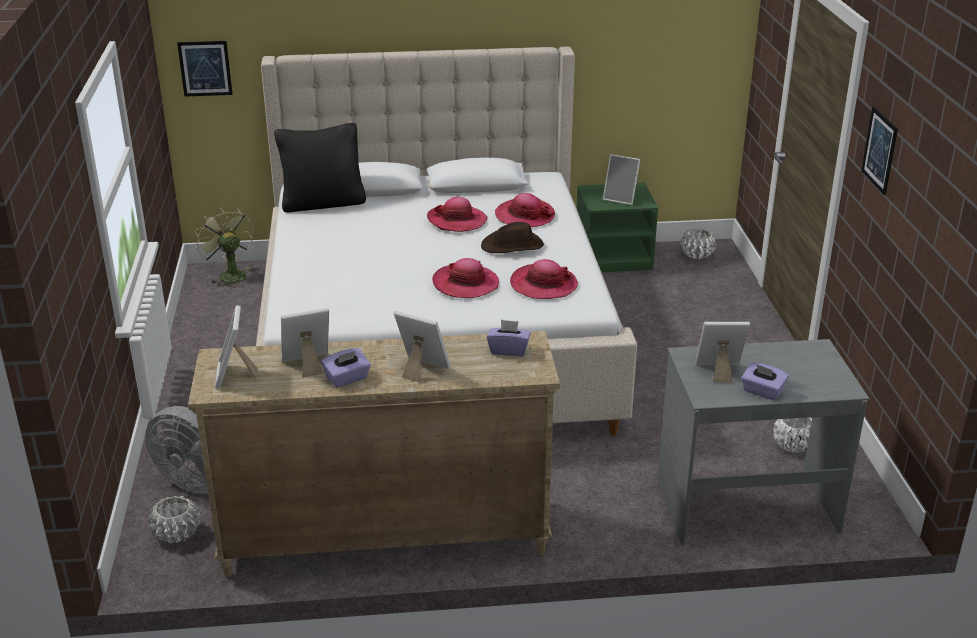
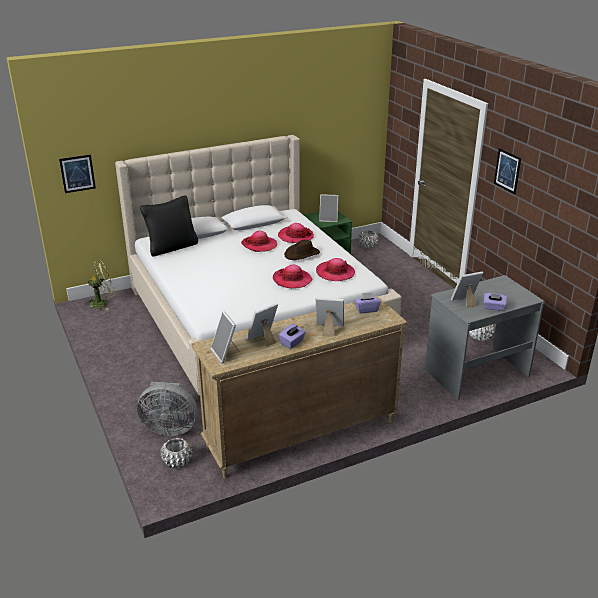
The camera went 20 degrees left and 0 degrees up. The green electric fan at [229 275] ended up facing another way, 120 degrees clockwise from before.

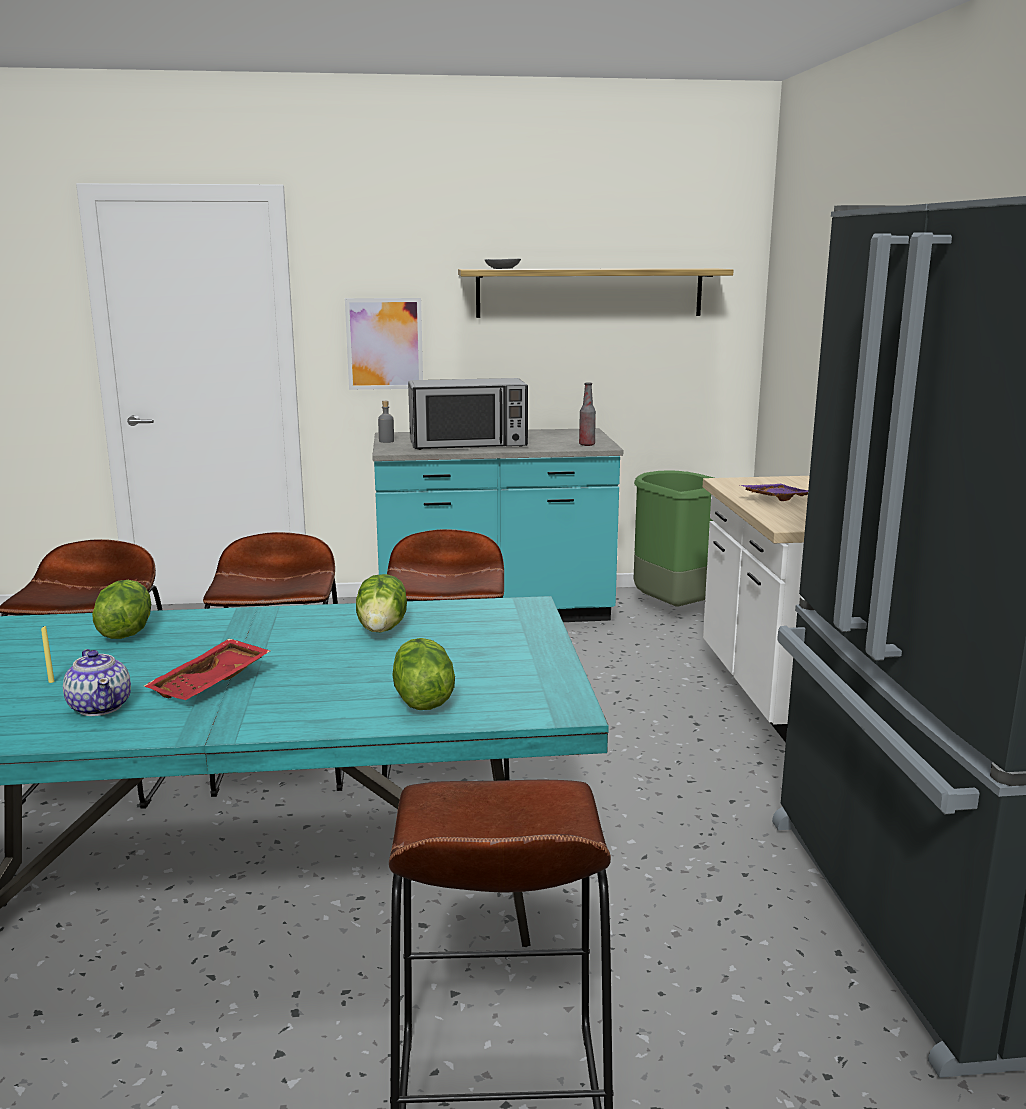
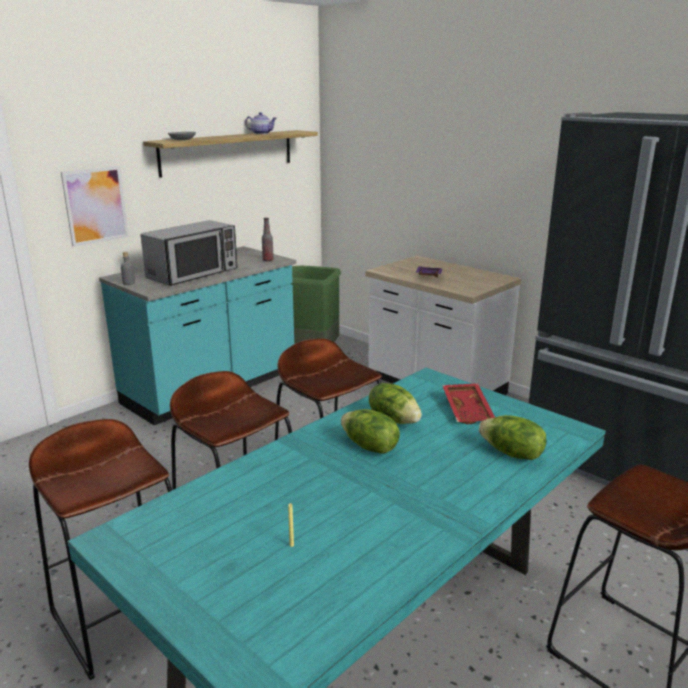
The camera went 40 degrees left and 5 degrees up. The lettuce ended up elsewhere, having gone from [125 632] to [369 447]. The red carrying tray ended up elsewhere, having gone from [211 684] to [468 410]. The tea pot ended up elsewhere, having gone from [100 706] to [261 133].

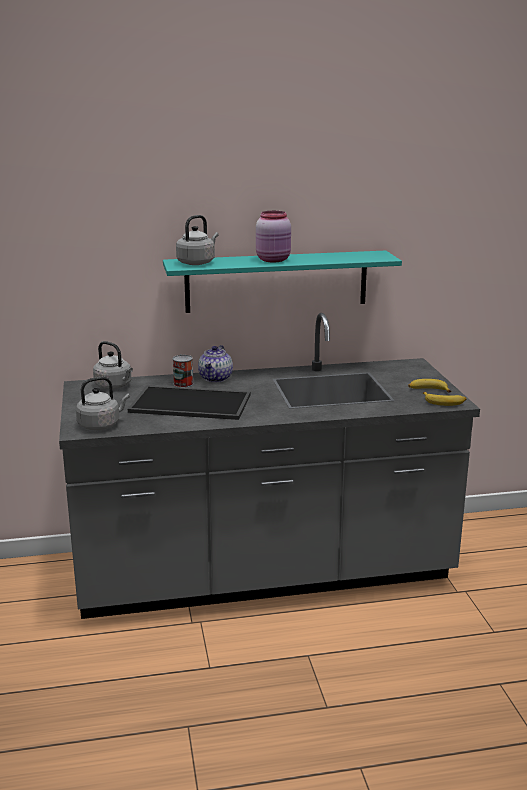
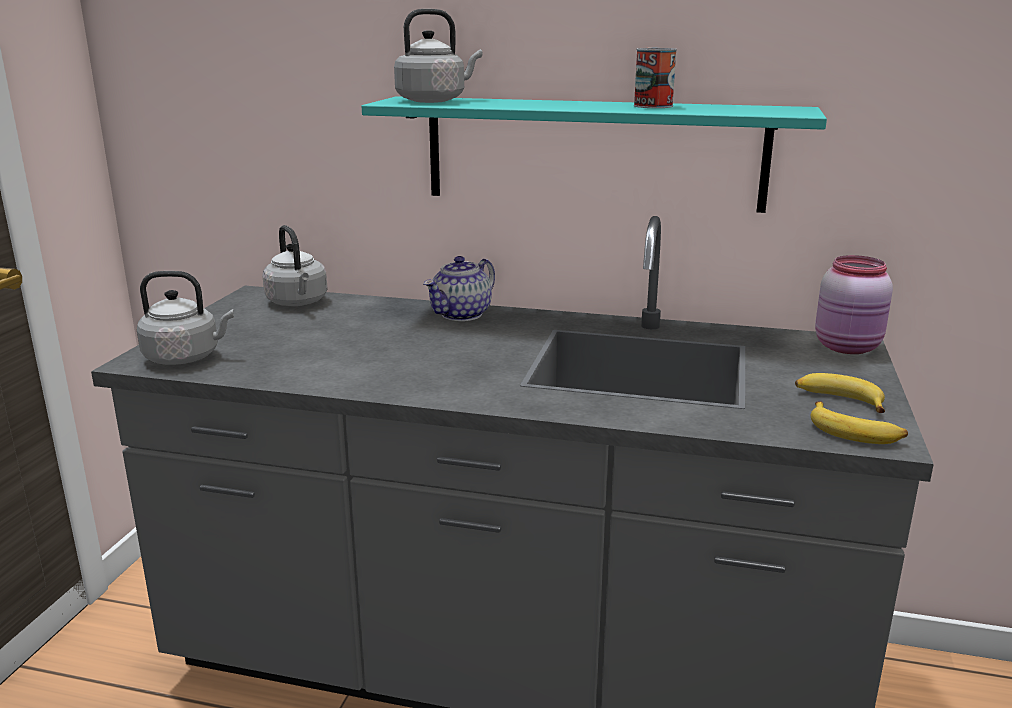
The camera went 25 degrees right and 0 degrees up. The pinkish jar ended up elsewhere, having gone from [274 260] to [849 347]. The can ended up elsewhere, having gone from [183 384] to [653 106]. The second view lost the carrying tray at [192 403].

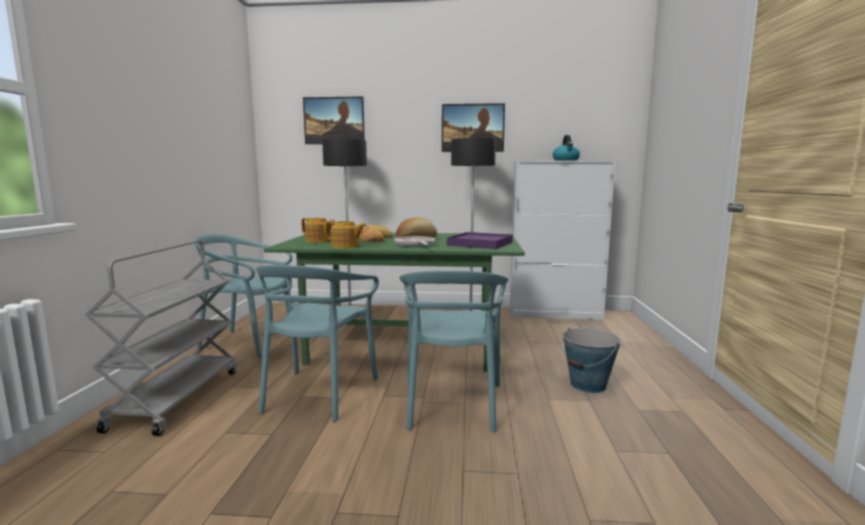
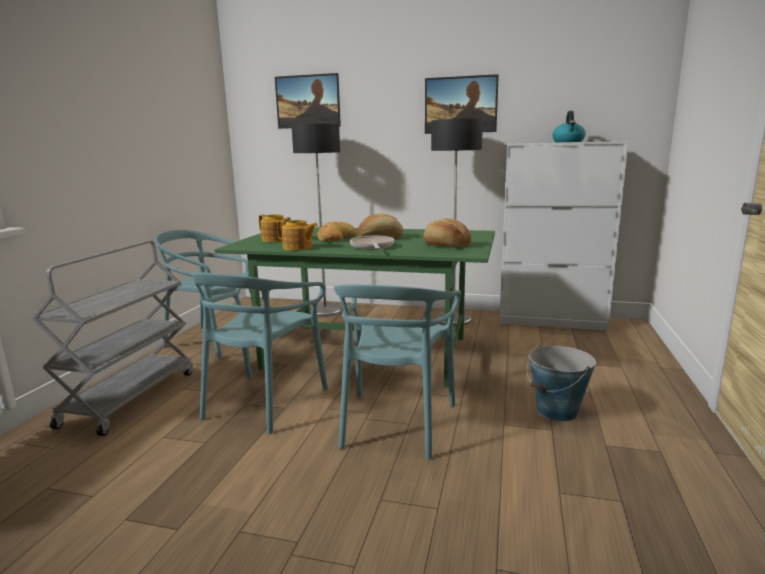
The camera went 10 degrees right and 5 degrees up. Where the purple carrying tray stood at [480 244], the baked bread came to stand at [446 245].

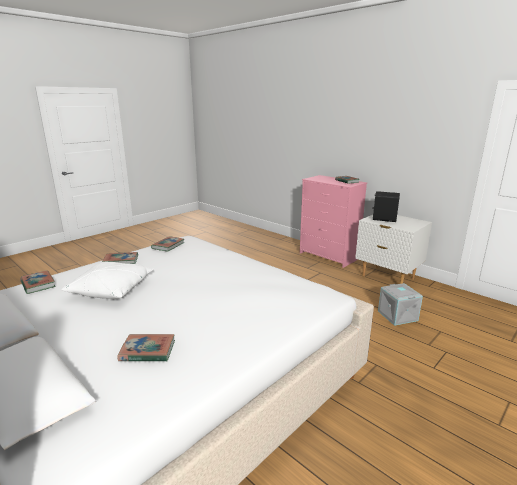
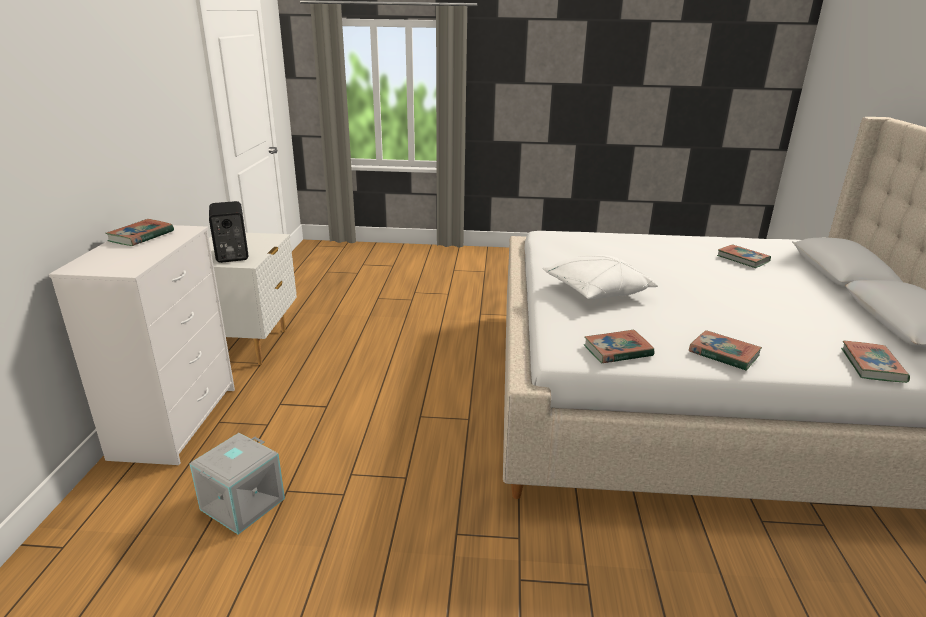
The camera went 130 degrees left and 5 degrees up. What was the pinkish drawer chest at [329 256] turned into the white drawer chest at [176 421]. The white cushion ended up elsewhere, having gone from [112 289] to [596 291]. The gray storage container ended up elsewhere, having gone from [396 316] to [243 505].

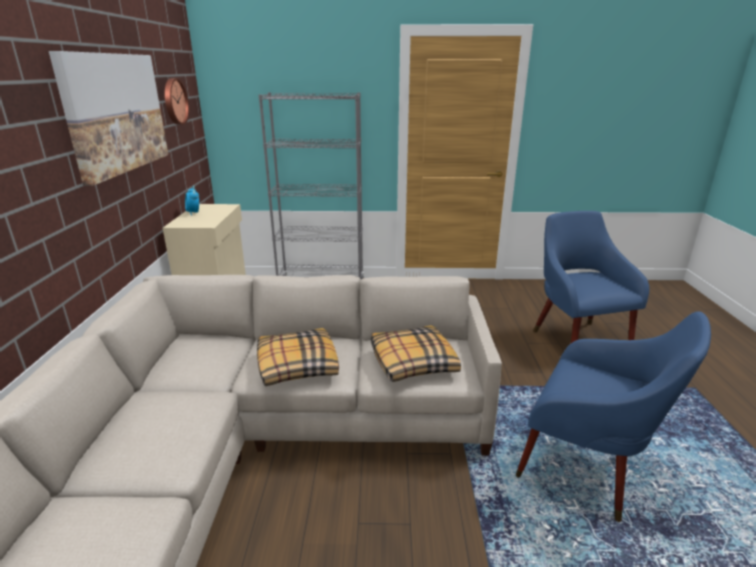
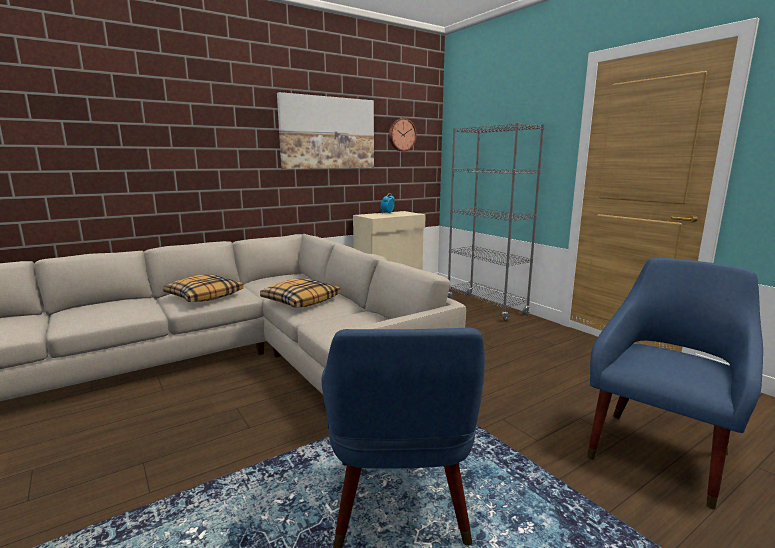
The camera went 55 degrees right and 10 degrees down. The cushion ended up elsewhere, having gone from [412 362] to [204 296].

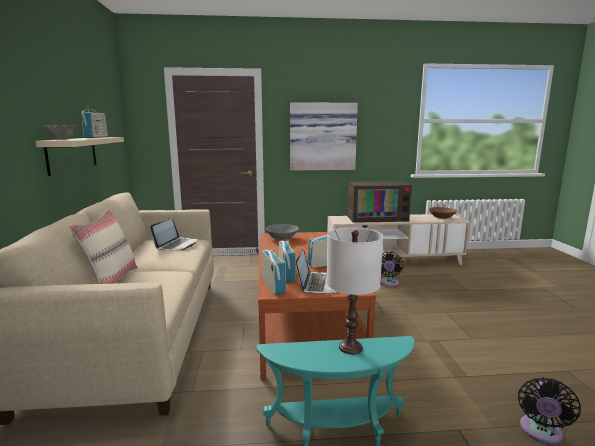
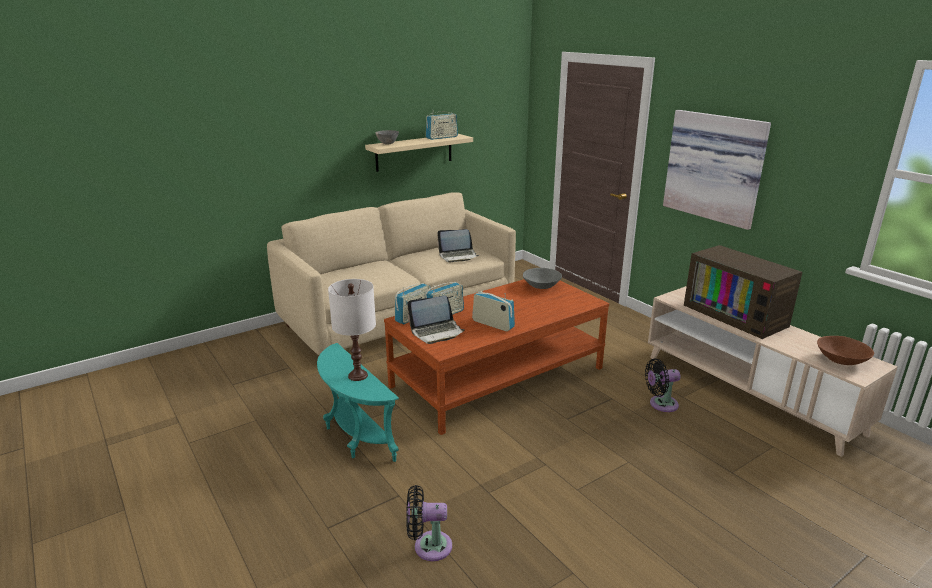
The camera went 60 degrees right and 10 degrees up. The second view lost the sand-coloured cushion at [111 280].

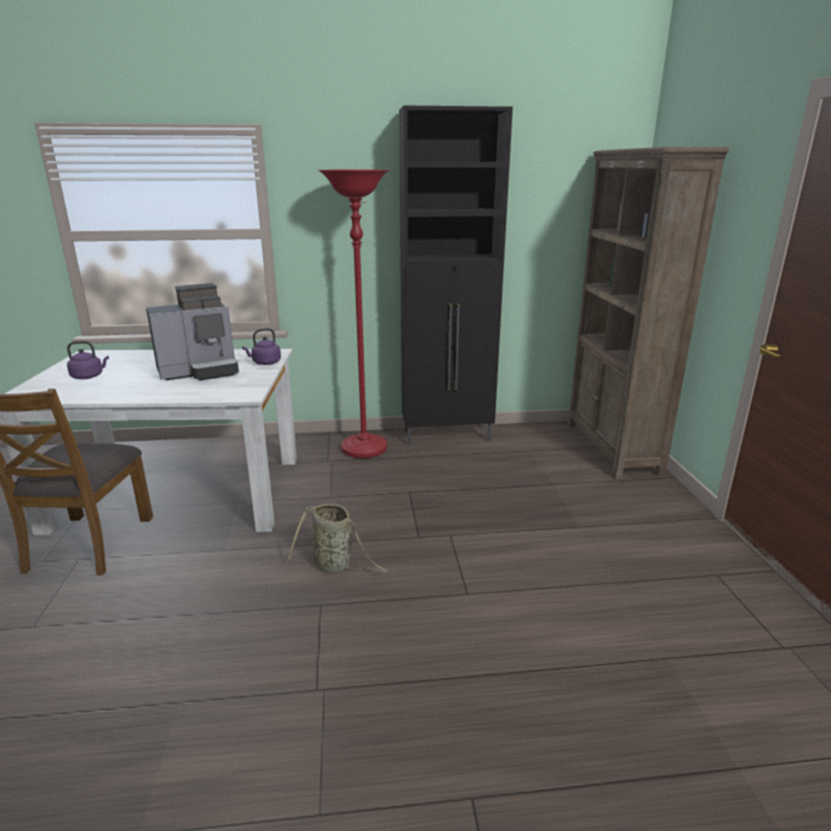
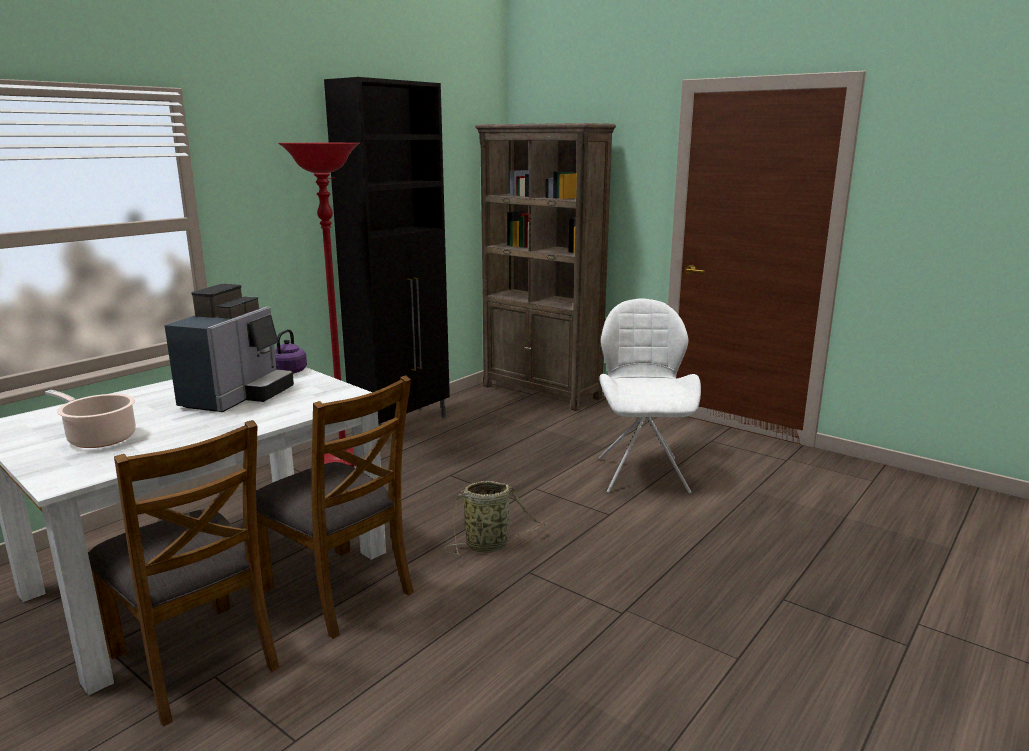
The camera went 45 degrees left and 5 degrees down. Where the purple tea kettle stood at [89 376], the saucepot came to stand at [99 438]. The second view gained the white chair at [642 473]. The second view gained the brownish chair at [338 590].

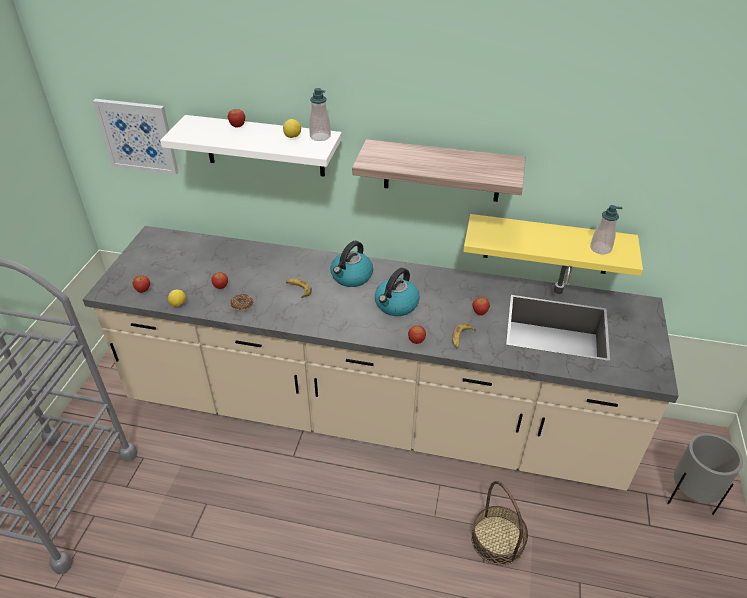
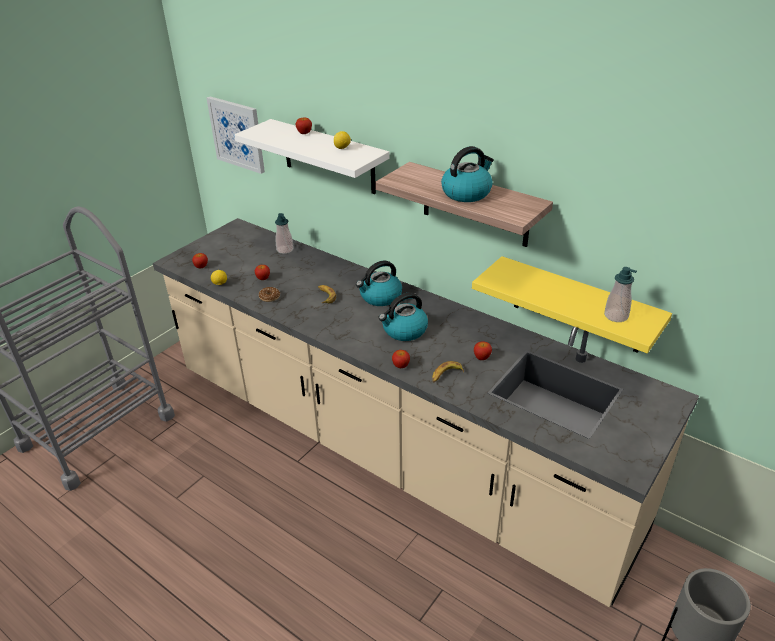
The camera went 25 degrees right and 5 degrees down. The soap bottle ended up elsewhere, having gone from [320 136] to [285 250]. The second view lost the basket at [498 539]. The second view gained the tea kettle at [466 193].

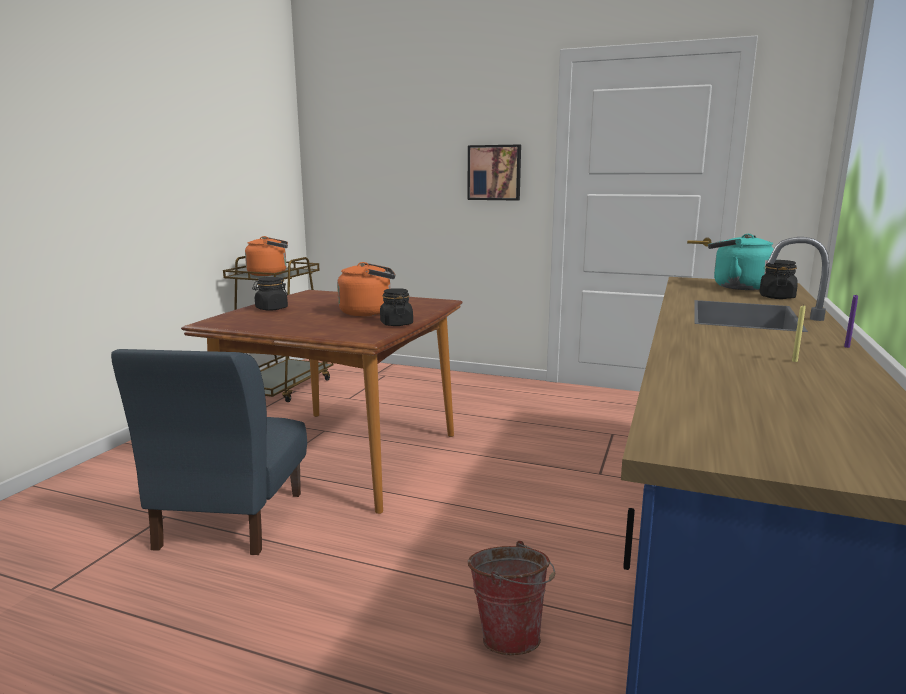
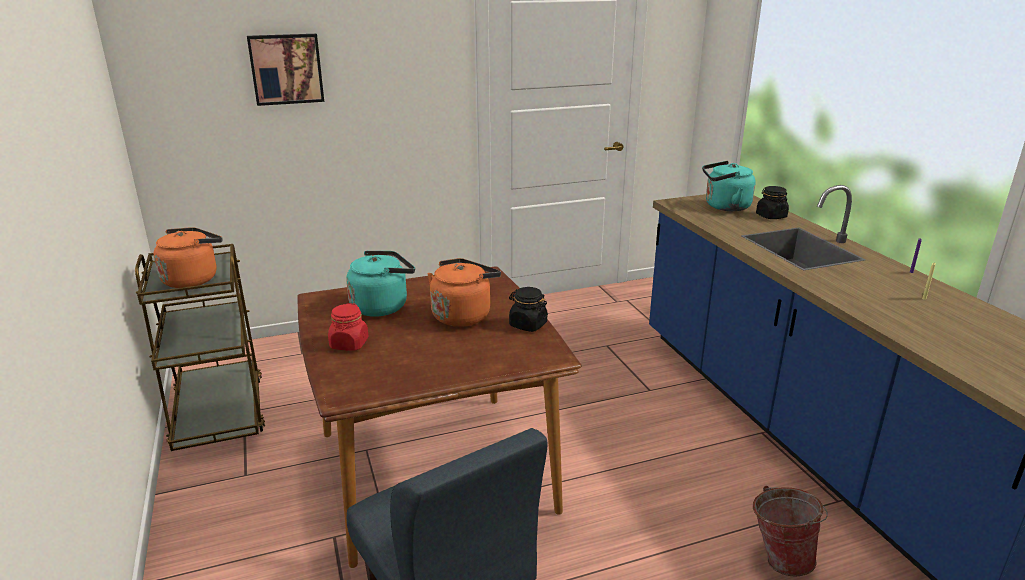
The camera went 40 degrees left and 10 degrees up. The picture ended up elsewhere, having gone from [494 172] to [286 69]. What was the blackish jar at [271 309] turned into the red jar at [349 344]. The second view gained the turquoise tea kettle at [382 306].

